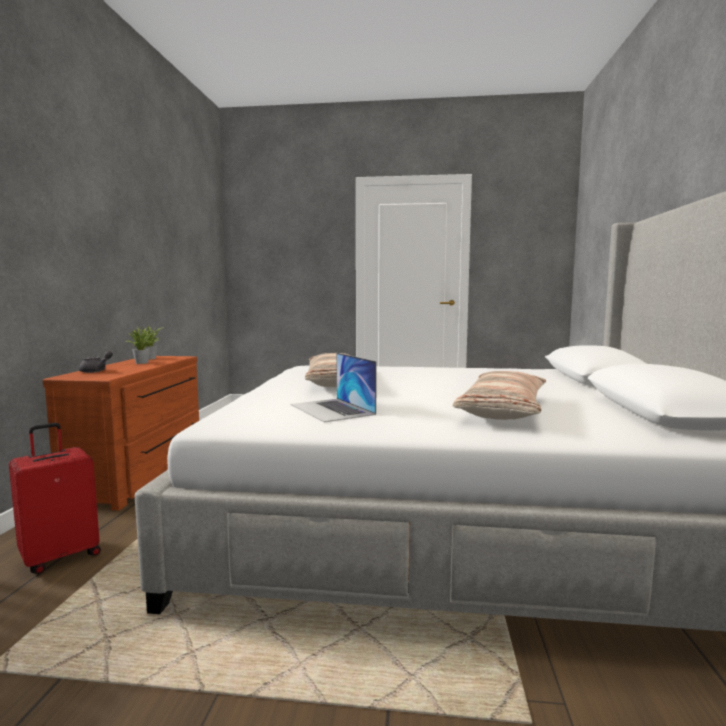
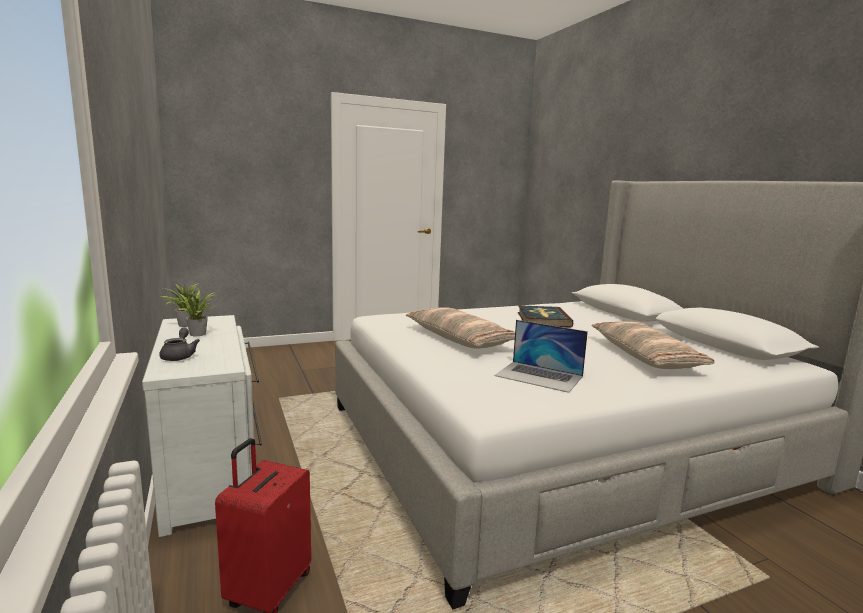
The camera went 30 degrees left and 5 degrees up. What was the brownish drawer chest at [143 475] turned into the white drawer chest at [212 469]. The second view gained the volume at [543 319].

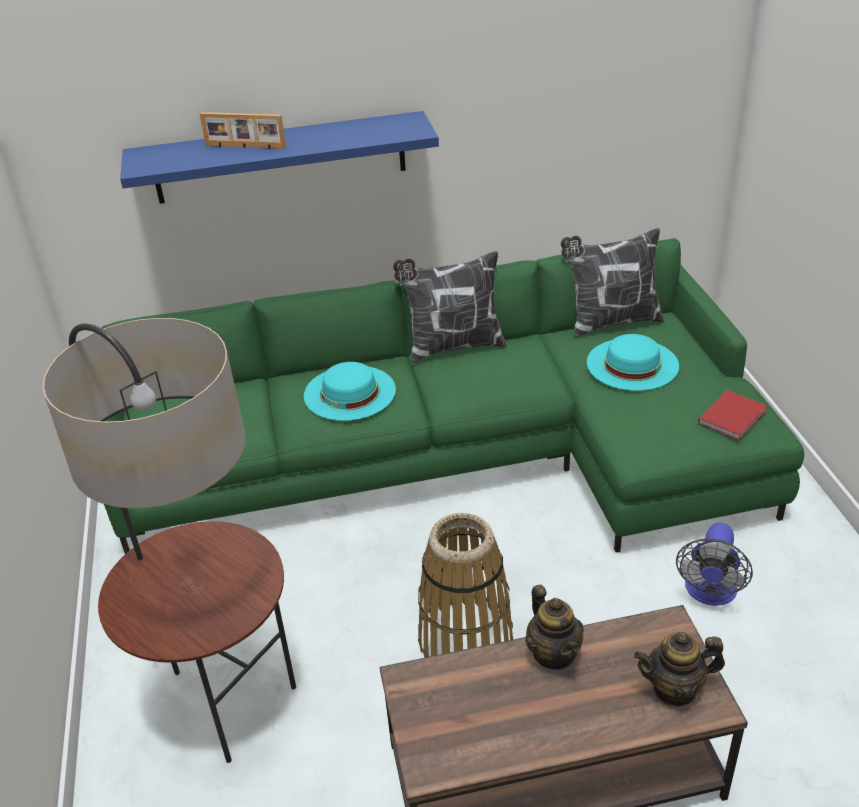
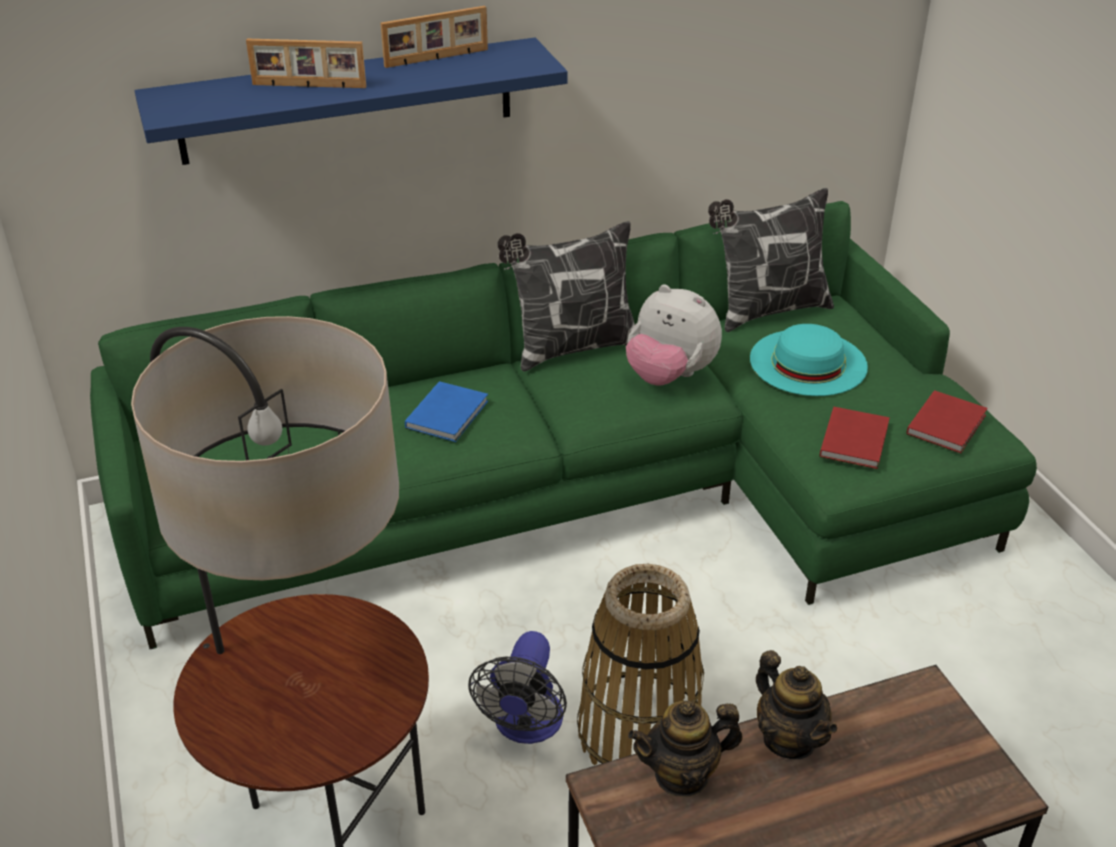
The camera went 10 degrees left and 0 degrees up. Where the turquoise wearable hat stood at [349 392], the blue volume came to stand at [449 413]. The electric fan ended up elsewhere, having gone from [709 593] to [525 726]. The tea pot ended up elsewhere, having gone from [675 689] to [682 775]. The second view gained the picture frame at [437 58]. The second view gained the soft toy at [670 376]. The second view gained the red volume at [855 439].

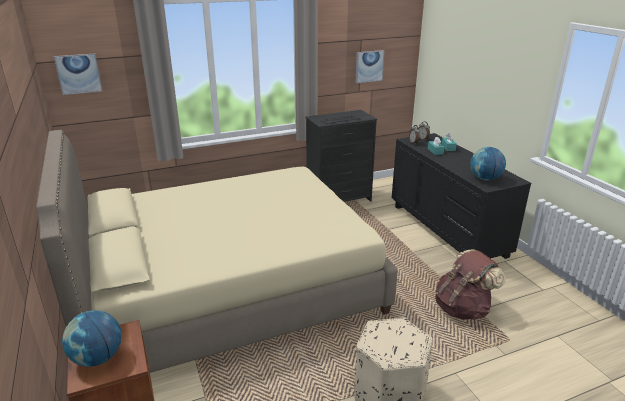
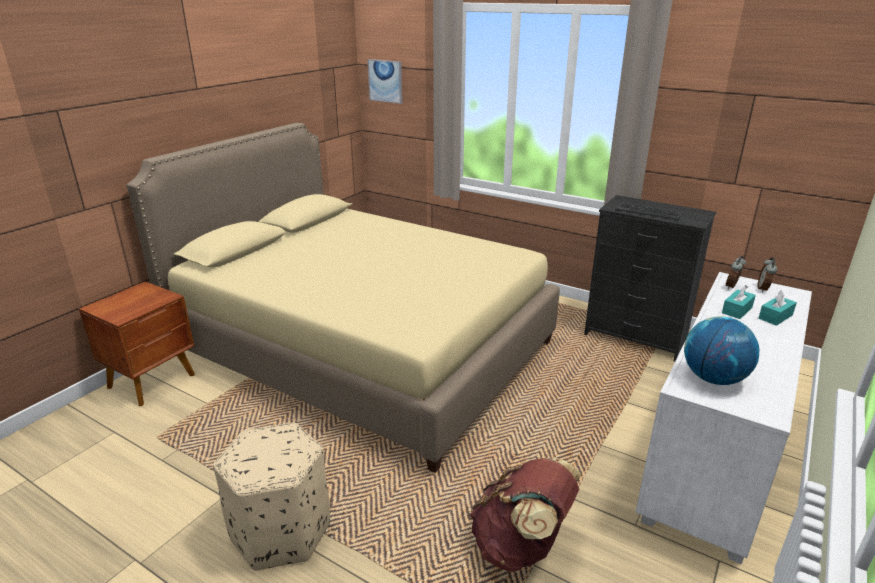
The camera went 55 degrees right and 0 degrees up. The second view lost the picture at [369 66]. What was the blackish drawer chest at [446 230] turned into the white drawer chest at [713 458]. The second view lost the desk globe at [98 358].

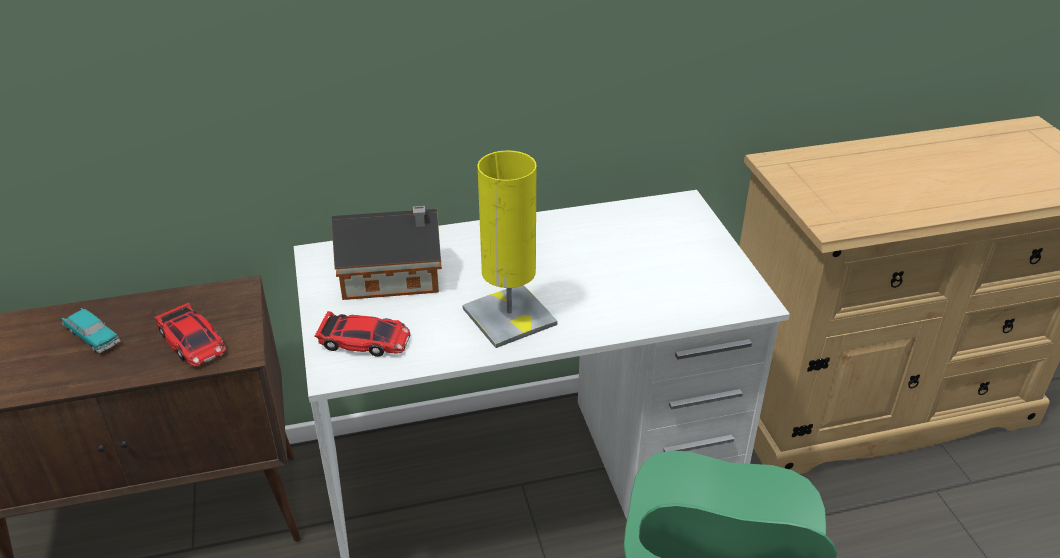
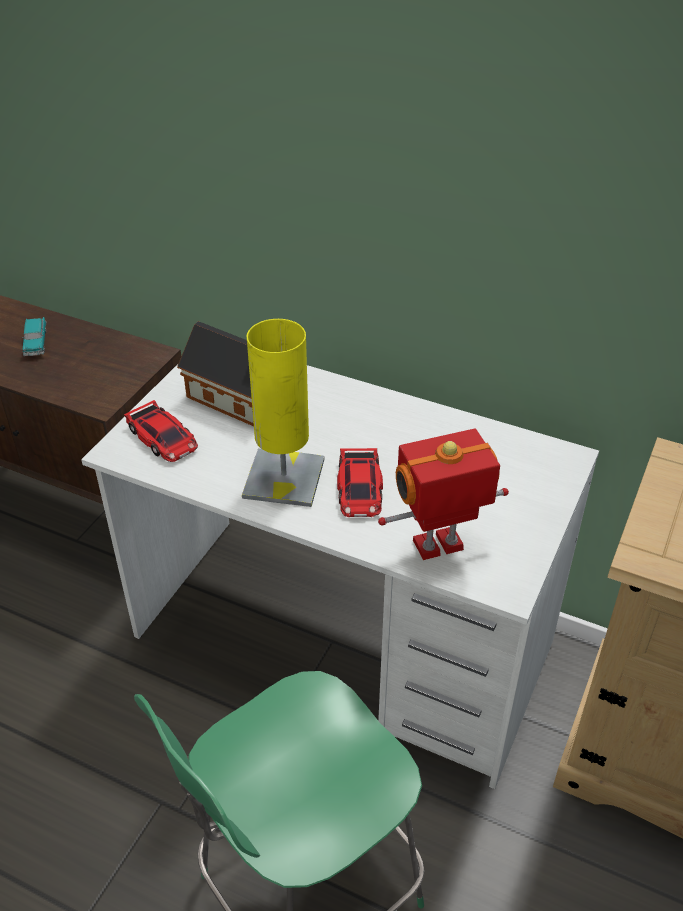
The camera went 40 degrees right and 5 degrees up. The miniature car ended up elsewhere, having gone from [193 341] to [360 488]. The second view gained the robot figure at [439 547].

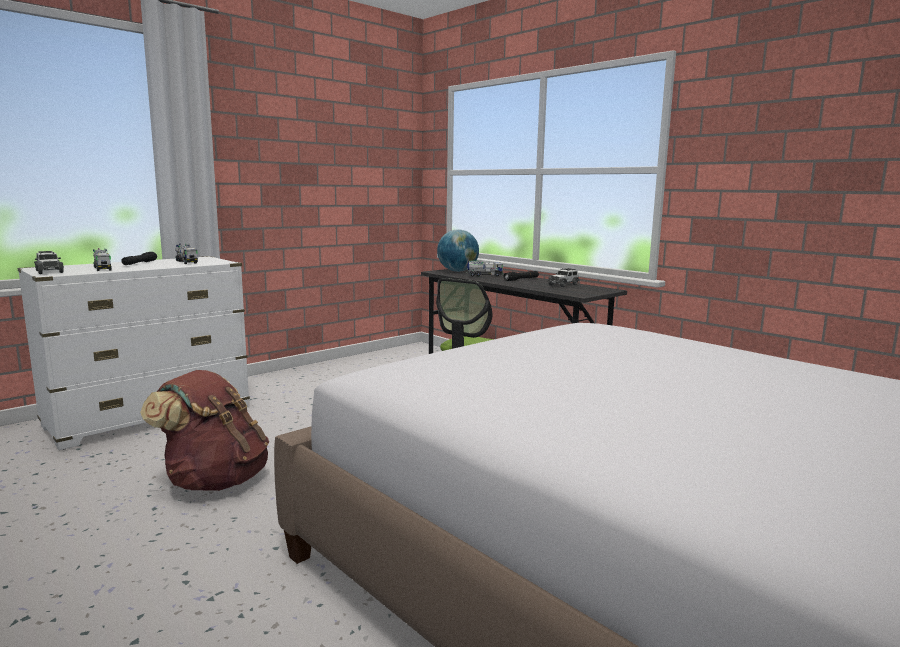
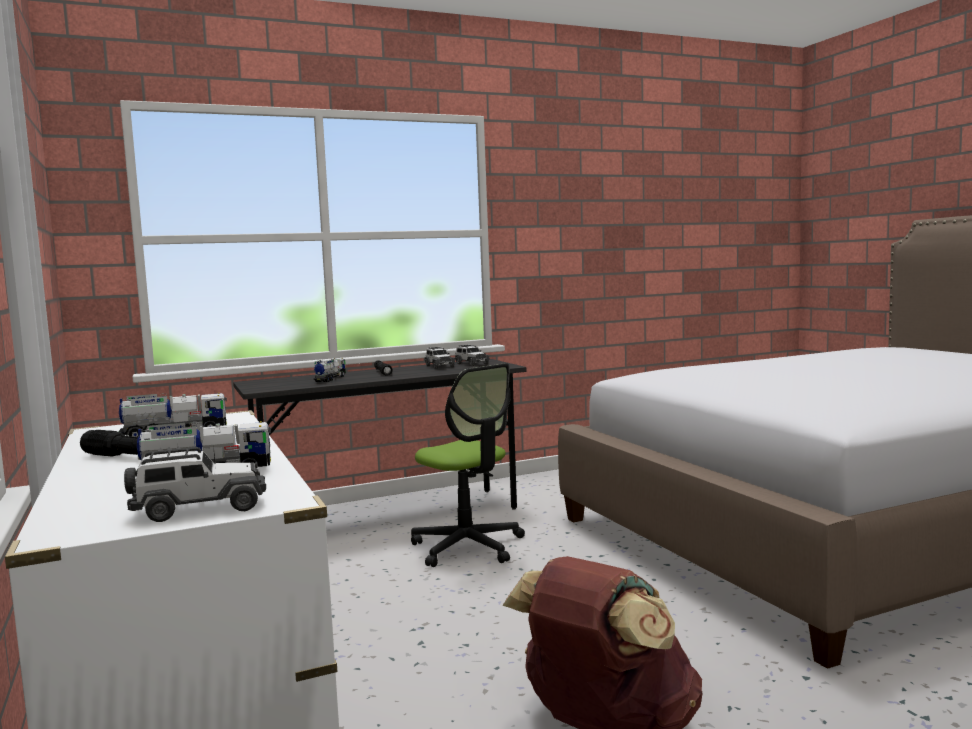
The camera went 70 degrees left and 5 degrees down. The second view lost the desk globe at [457 271]. The second view gained the miniature car at [471 364].

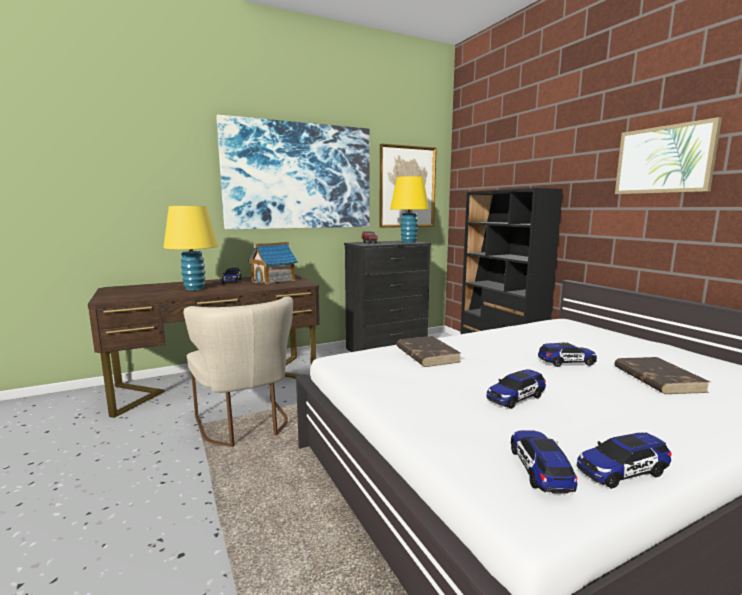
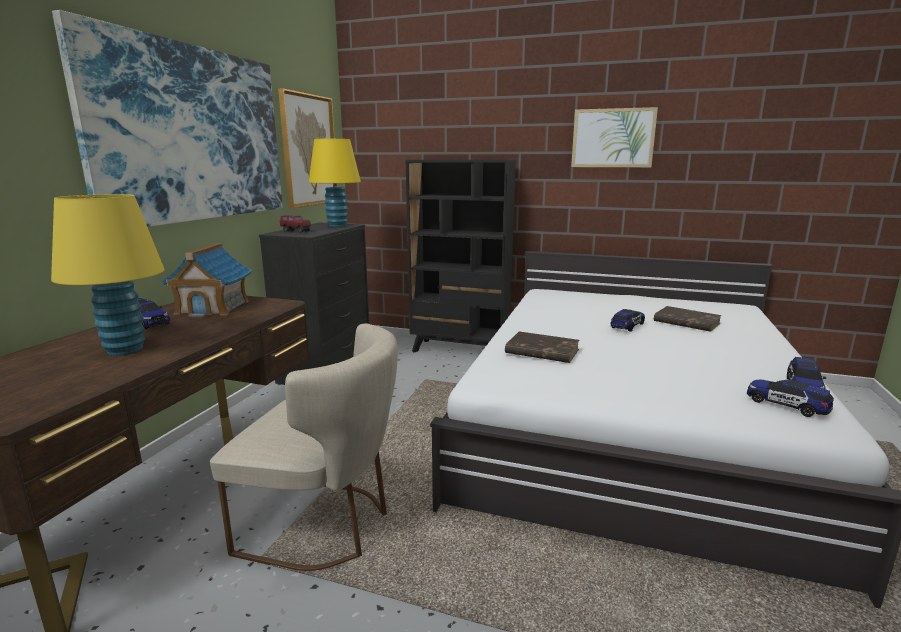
The camera went 45 degrees left and 5 degrees up. The second view lost the miniature car at [515 398].

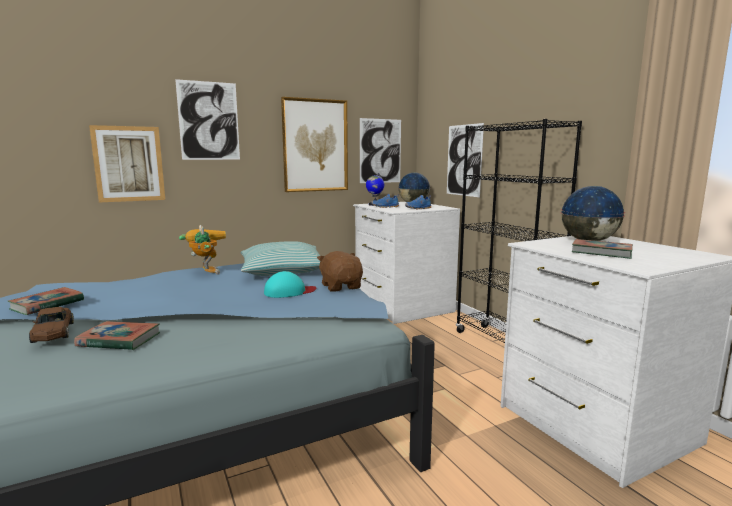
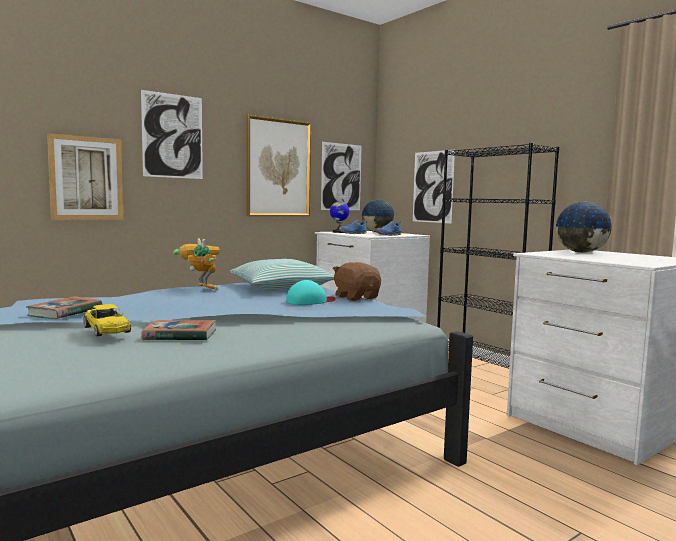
The camera went 10 degrees left and 5 degrees down. The second view lost the volume at [601 252]. What was the brownish miniature car at [53 332] turned into the yellow-coloured miniature car at [107 329].

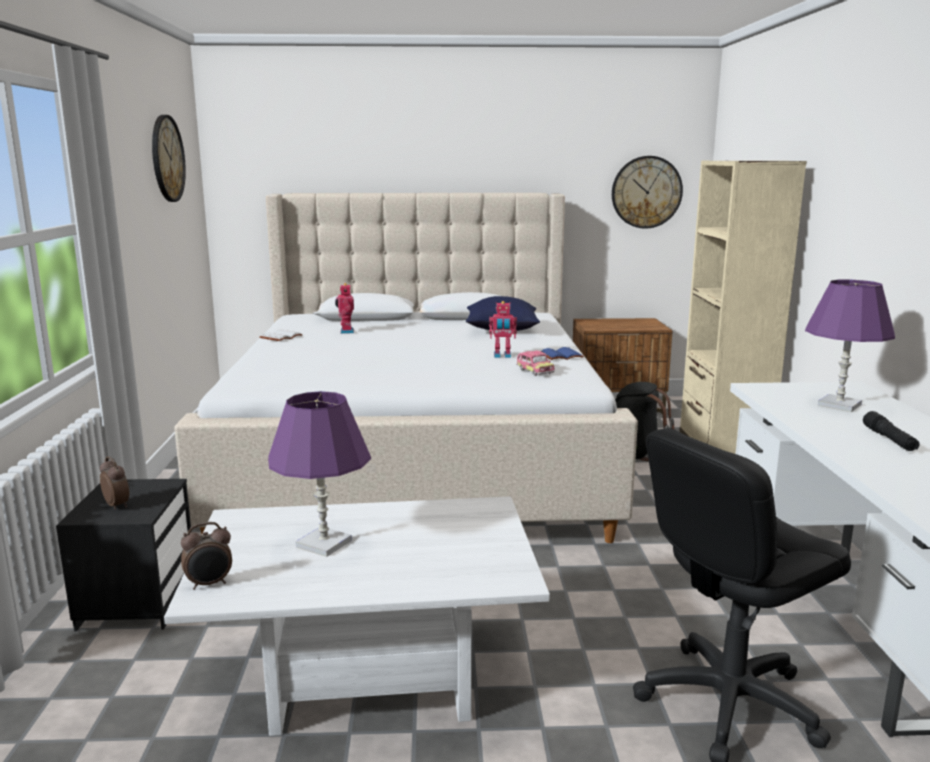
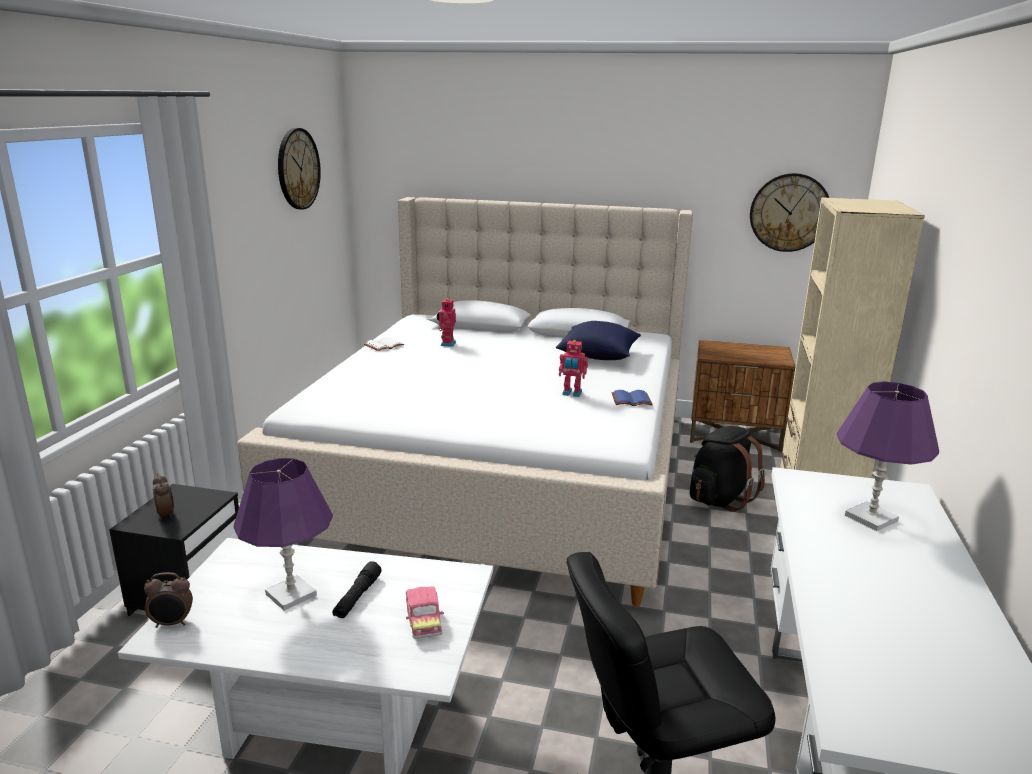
The camera went 15 degrees right and 5 degrees up. The miniature car ended up elsewhere, having gone from [534 372] to [423 621]. The blackish torch ended up elsewhere, having gone from [889 439] to [357 597].

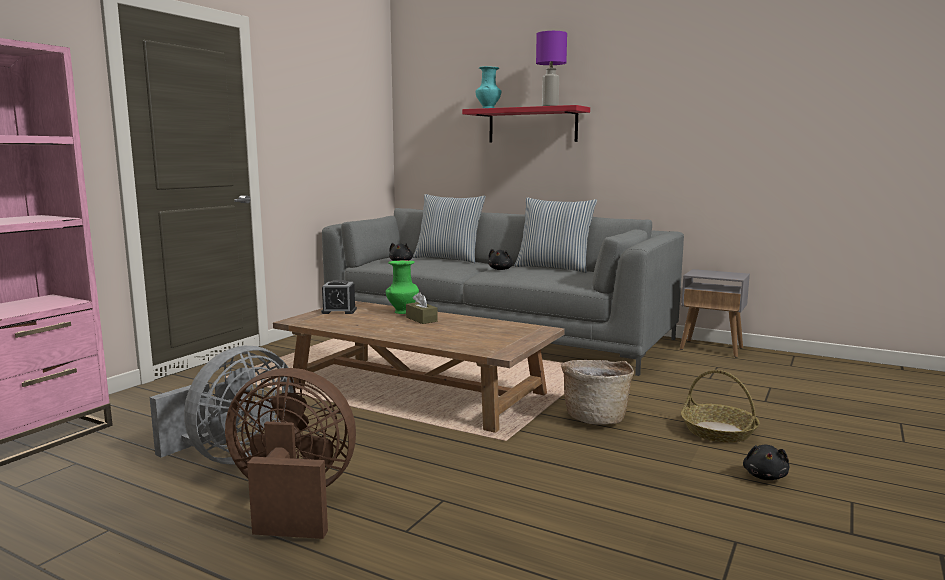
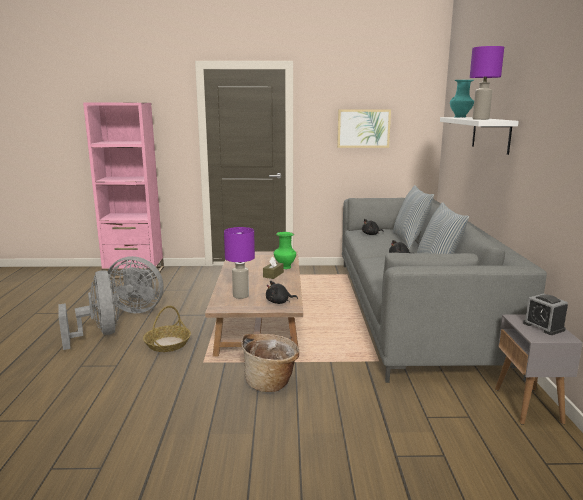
The camera went 60 degrees right and 5 degrees up. What was the red wall shelf at [532 125] turned into the white wall shelf at [491 134]. The alarm clock ended up elsewhere, having gone from [339 311] to [543 326]. What was the brownish electric fan at [292 502] turned into the gray electric fan at [99 334]. The basket ended up elsewhere, having gone from [718 431] to [167 344]. The blackish soft toy ended up elsewhere, having gone from [765 476] to [279 302]. The second view gained the picture at [363 128]. The second view gained the purple table lamp at [241 296].

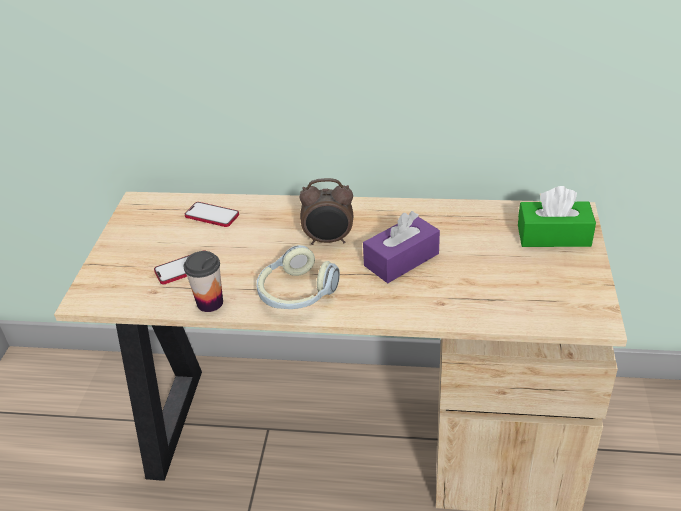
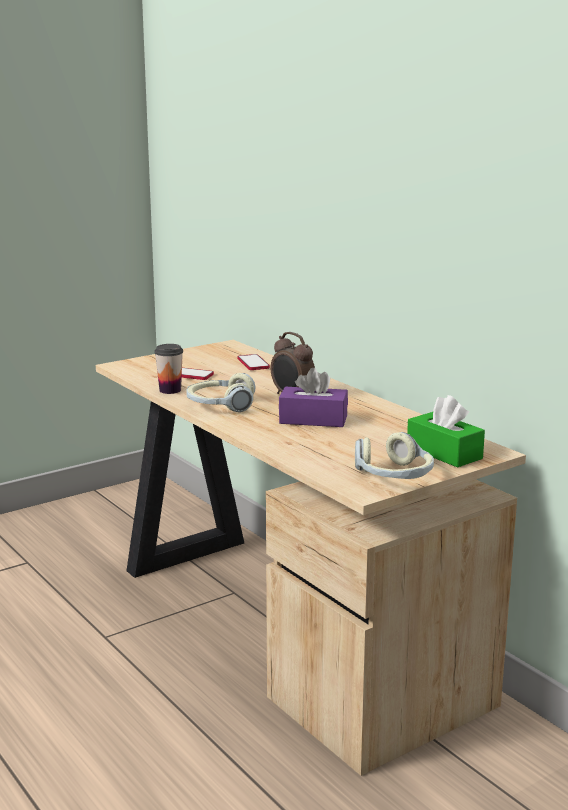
The camera went 45 degrees right and 20 degrees down. The second view gained the pair of headphones at [394 476].

